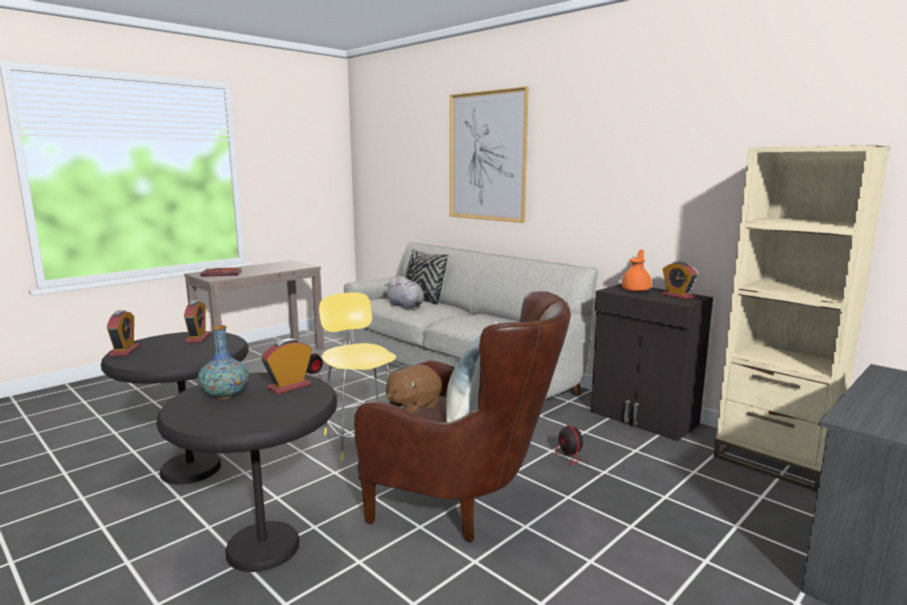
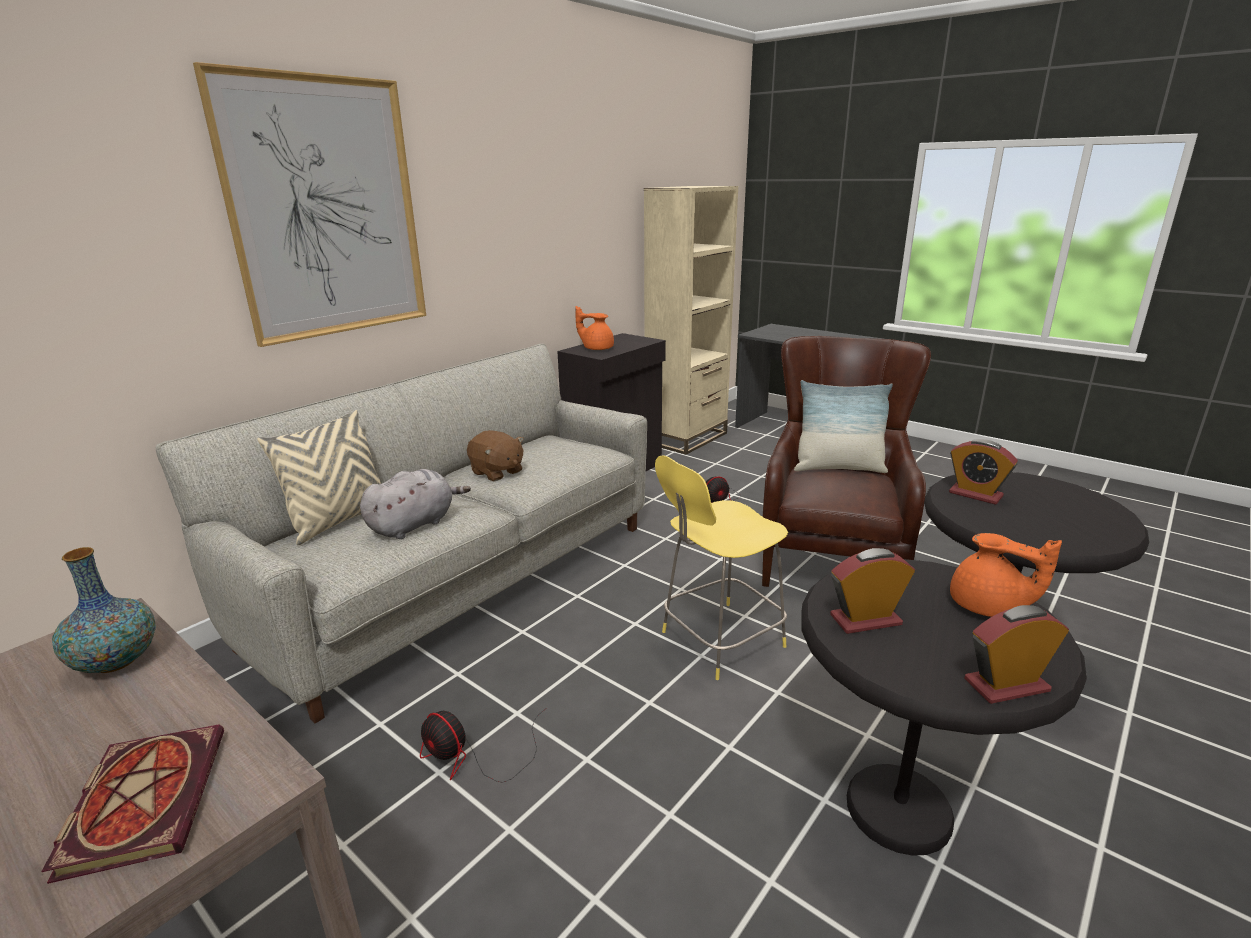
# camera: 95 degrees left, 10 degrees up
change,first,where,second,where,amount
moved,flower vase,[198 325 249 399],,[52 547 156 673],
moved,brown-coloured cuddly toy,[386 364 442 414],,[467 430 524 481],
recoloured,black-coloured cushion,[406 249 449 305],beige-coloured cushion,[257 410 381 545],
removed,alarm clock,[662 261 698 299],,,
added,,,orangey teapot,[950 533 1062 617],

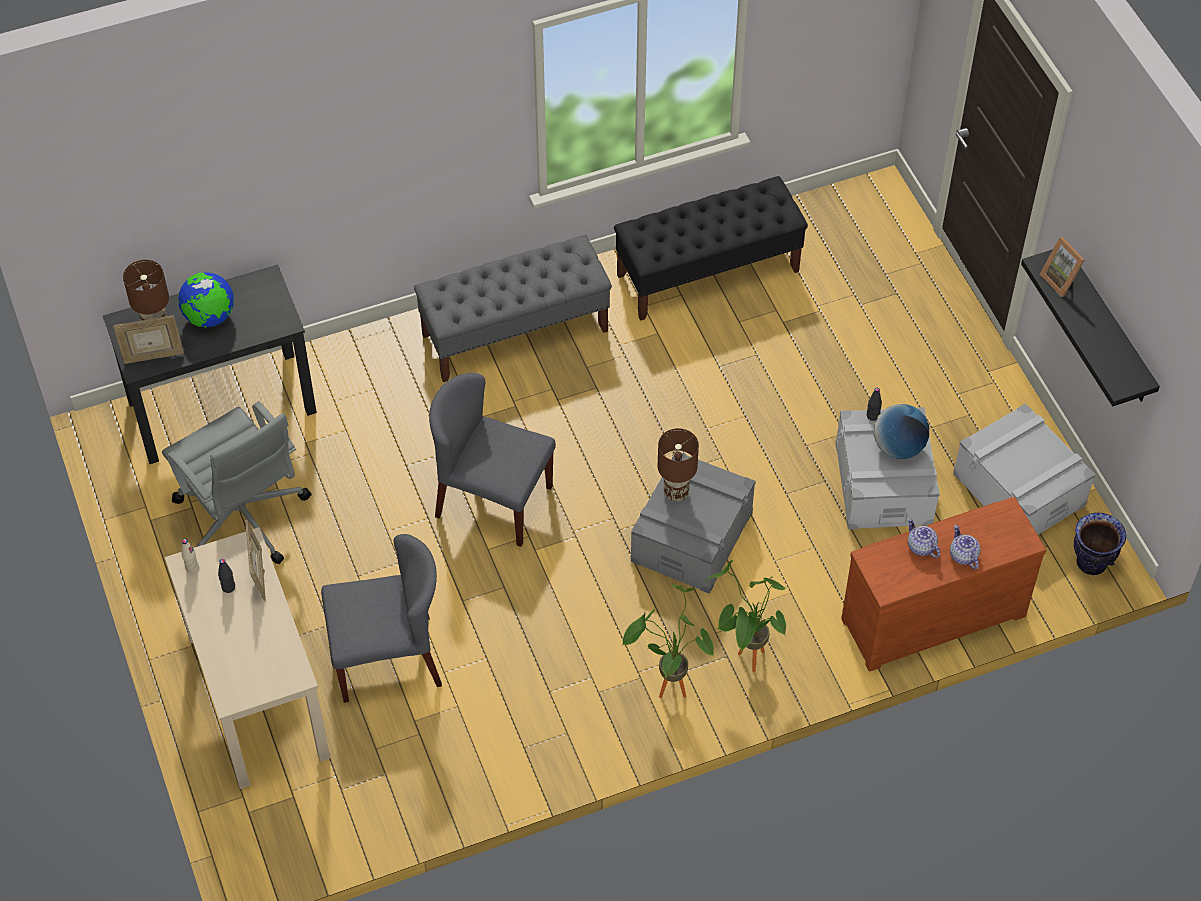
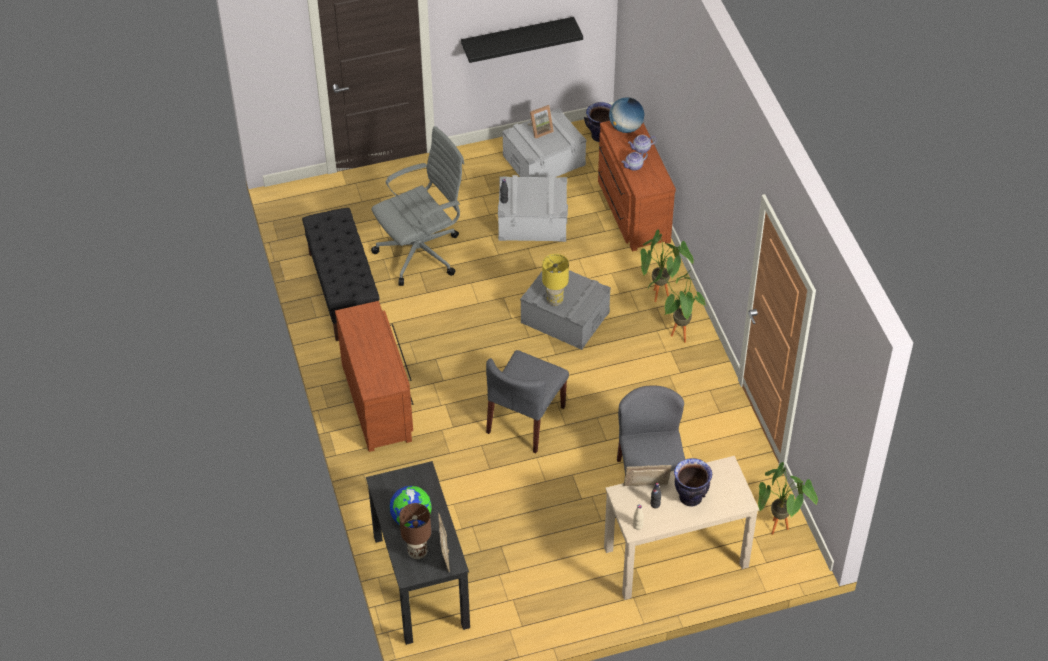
# camera: 85 degrees left, 5 degrees down
change,first,where,second,where,amount
moved,grey computer chair,[162 401 311 564],,[371 126 464 286],
replaced,grey bench,[414 235 612 382],brown-coloured dresser,[335 301 414 452],
recoloured,brown-coloured table lamp,[658 428 699 502],yellow table lamp,[542 254 569 306],
moved,world globe,[874 404 929 459],,[609 97 644 133],
moved,picture frame,[1040 237 1085 297],,[528 105 554 139],
added,,,flower vase,[674 458 712 506],
added,,,plant in a pot,[758 462 818 535],

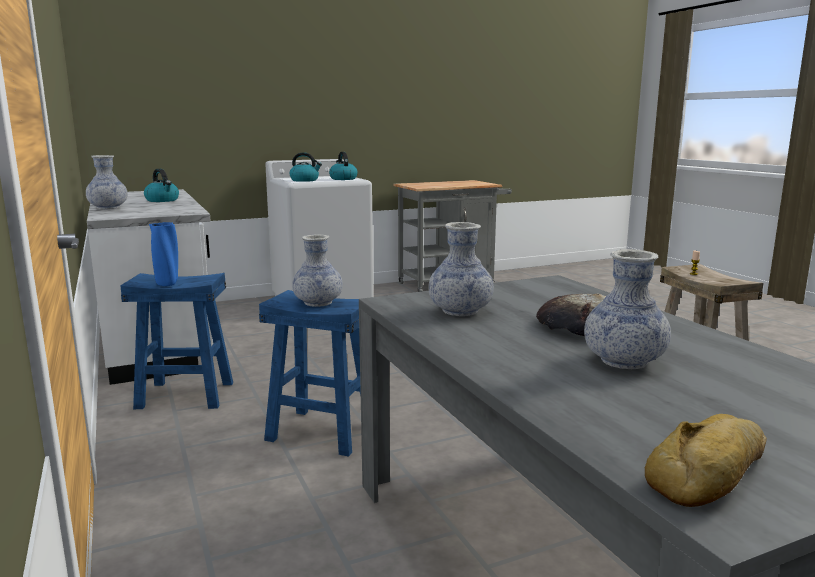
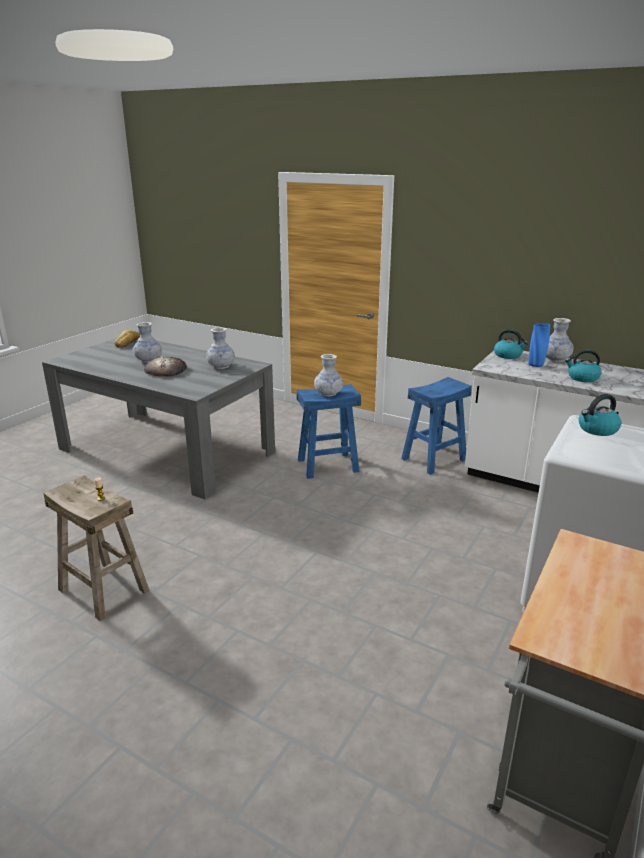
# camera: 145 degrees right, 10 degrees up
change,first,where,second,where,amount
moved,blue flower vase,[149 222 178 286],,[528 323 550 367],
moved,water kettle,[329 152 358 180],,[494 329 528 359],

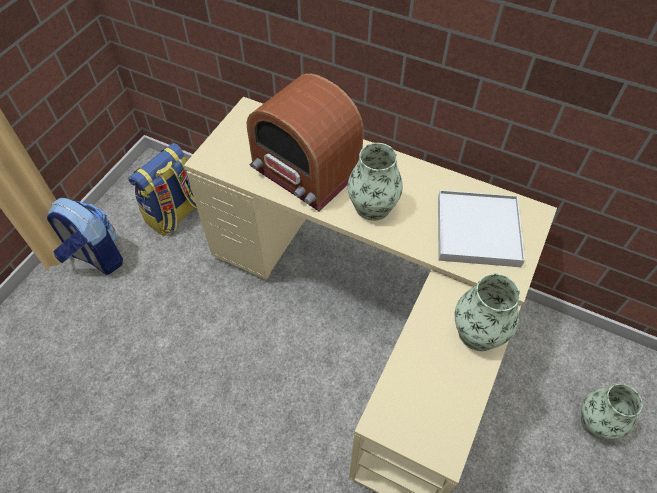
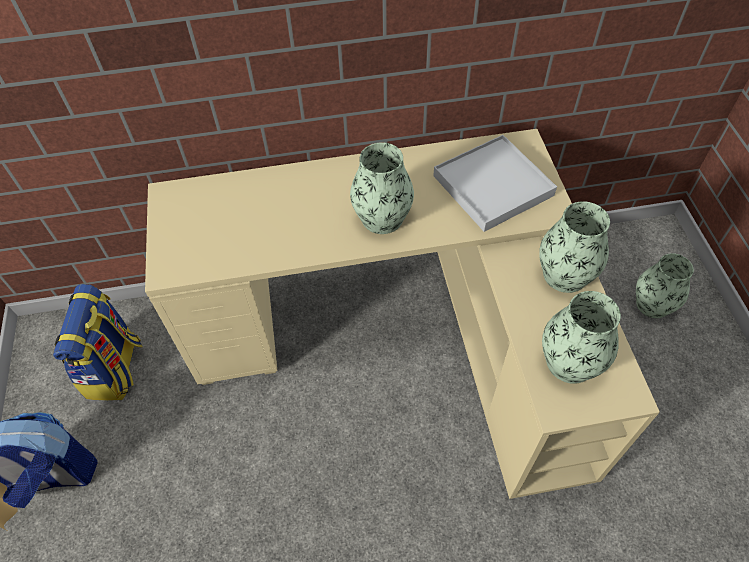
# camera: 35 degrees left, 0 degrees up
change,first,where,second,where,amount
removed,radio receiver,[247 74 364 211],,,
added,,,flower vase,[542 291 621 384],

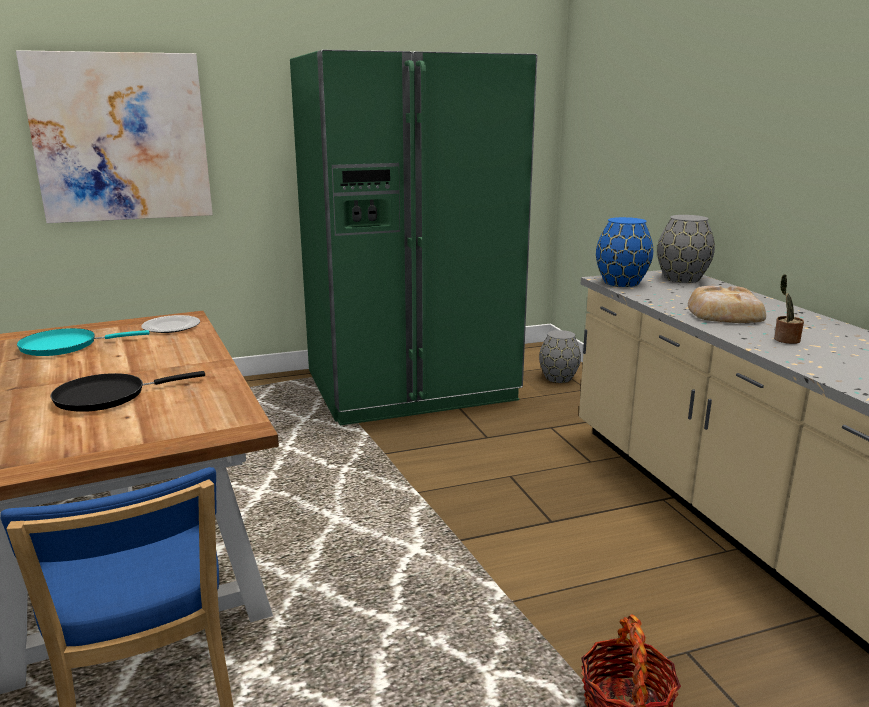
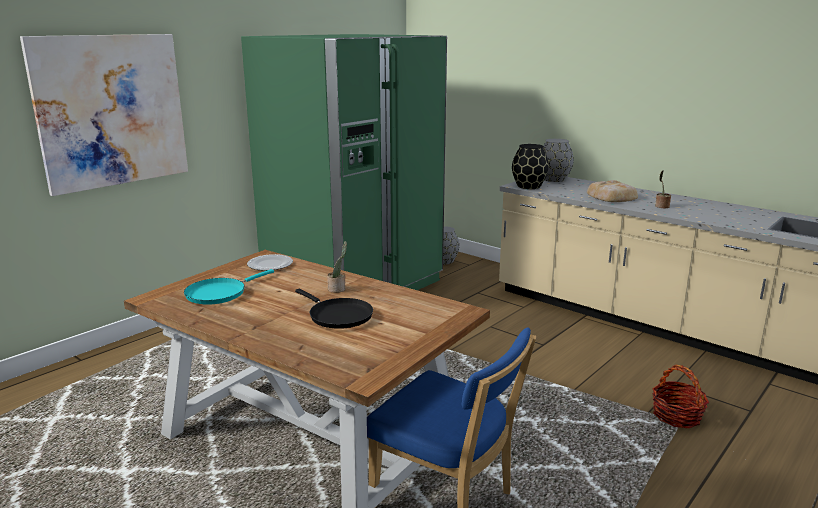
# camera: 30 degrees left, 0 degrees up
change,first,where,second,where,amount
turned,black-coloured pan,[50 371 205 412],,[295 289 373 329],75 degrees counterclockwise
recoloured,blue flower vase,[596 217 653 287],black-coloured flower vase,[512 144 549 189],
added,,,plant in a pot,[327 241 347 293],

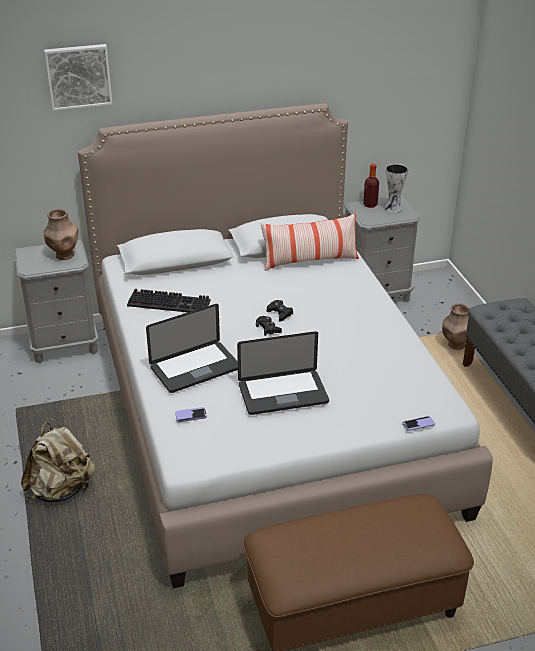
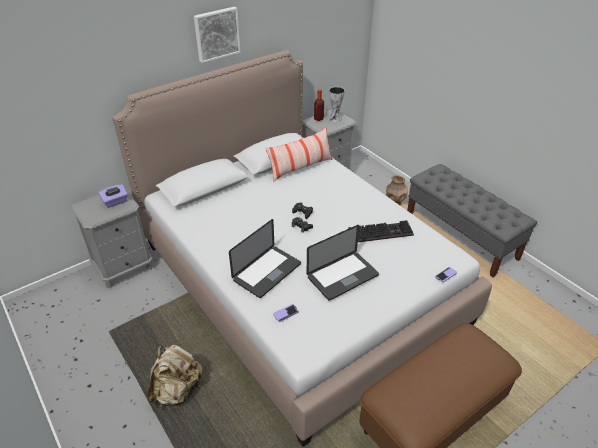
# camera: 20 degrees left, 5 degrees up
change,first,where,second,where,amount
moved,wall art,[44 44 113 111],,[194 7 240 63],
replaced,brown-coloured flower vase,[44 209 78 260],purple box of tissues,[98 184 128 208],
moved,PC keyboard,[127 289 210 312],,[348 220 414 242],

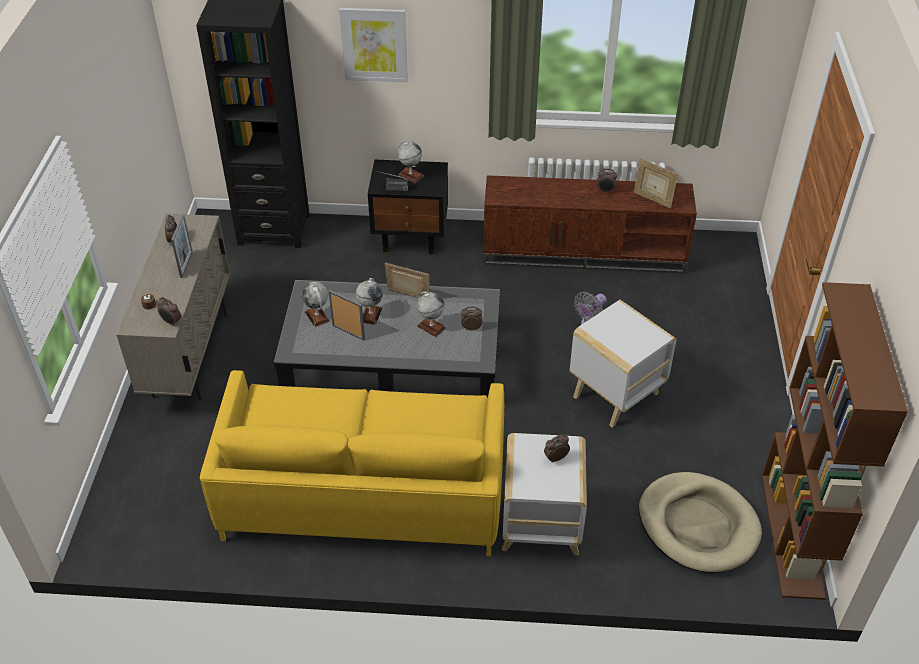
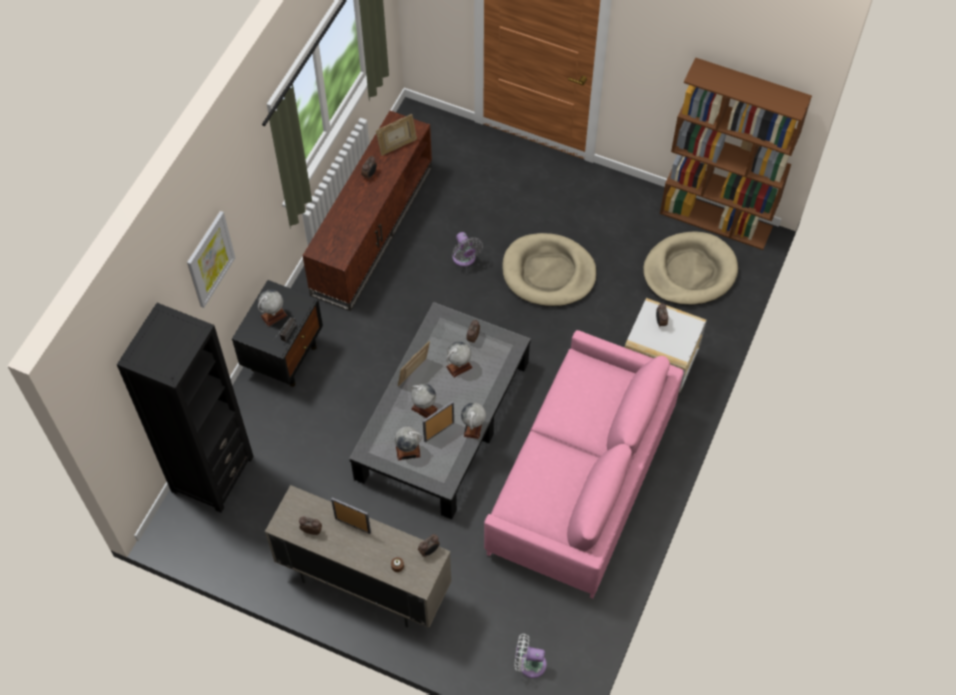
# camera: 70 degrees left, 15 degrees up
change,first,where,second,where,amount
recoloured,yellow couch,[200 370 504 556],pinkish couch,[484 330 684 599],
replaced,white-coloured end table,[570 300 677 428],beige-coloured dog bed,[502 233 597 307],
added,,,world globe,[461 403 486 439],
added,,,white-coloured fan,[514 634 547 678],

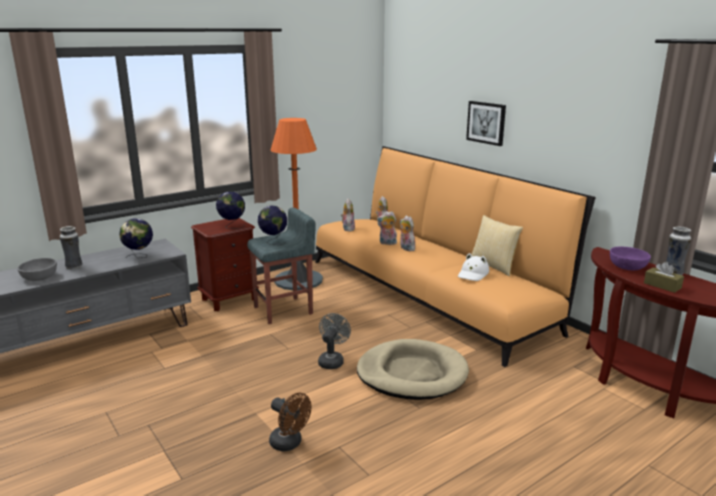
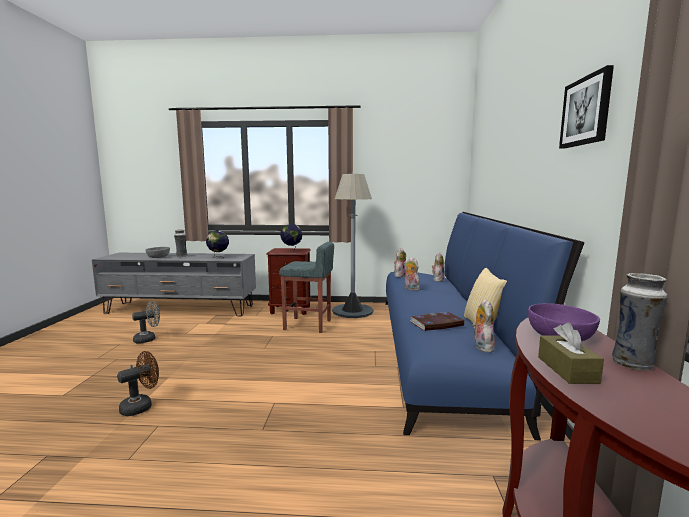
# camera: 40 degrees right, 10 degrees down
change,first,where,second,where,amount
removed,world globe,[258 206 287 245],,,
turned,brown-coloured fan,[269 393 311 452],,[117 351 159 416],120 degrees counterclockwise
recoloured,orangey floor lamp,[270 118 323 290],grey floor lamp,[332 174 373 318],
recoloured,orangey couch,[315 146 596 367],blue couch,[385 212 584 440],
moved,grey fan,[318 313 351 369],,[132 301 160 343],
removed,beige-coloured dog bed,[357 339 469 400],,,
moved,cuddly toy,[400 215 417 251],,[472 299 495 353],
replaced,white-coloured wearable hat,[458 253 489 281],volume,[410 312 464 331],
moved,wall art,[466 101 506 146],,[559 65 614 149],

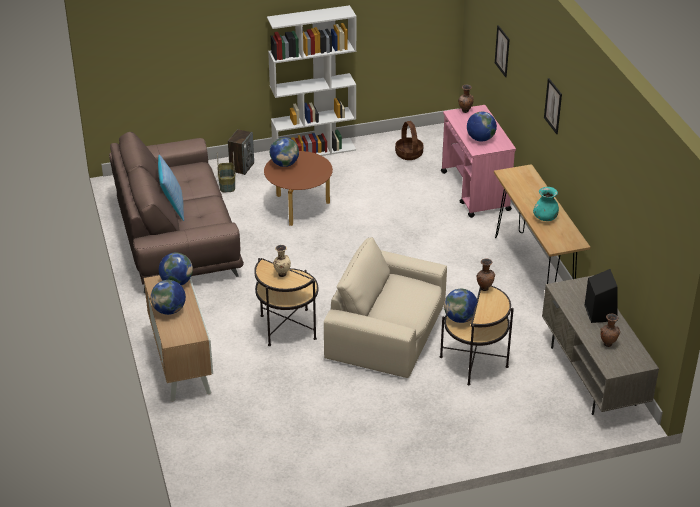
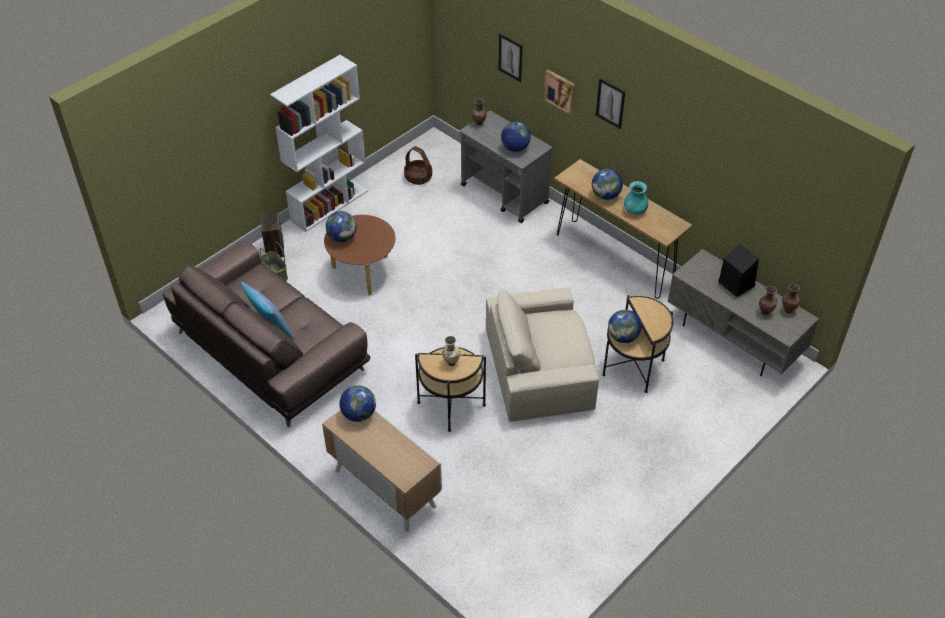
# camera: 30 degrees left, 10 degrees up
change,first,where,second,where,amount
moved,world globe,[151 280 186 315],,[592 169 623 200],
recoloured,pinkish wheeled cart,[441 105 516 218],grey wheeled cart,[460 111 552 223],
moved,brown-coloured flower vase,[477 258 495 291],,[782 284 801 313],
added,,,wall art,[544 69 575 115],

